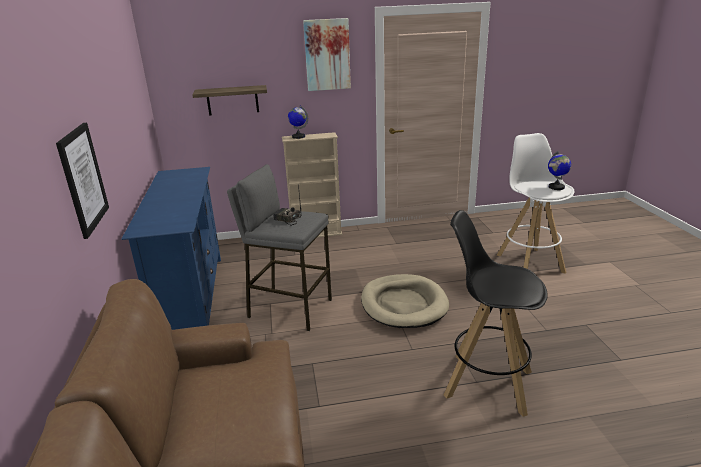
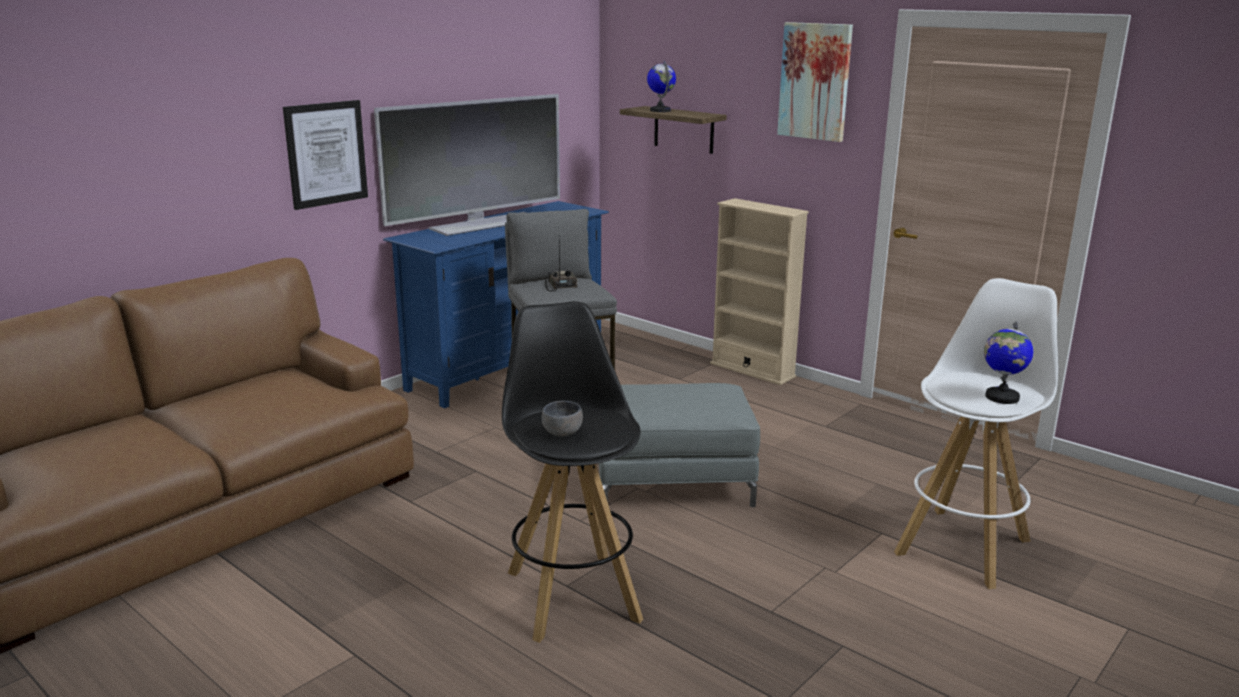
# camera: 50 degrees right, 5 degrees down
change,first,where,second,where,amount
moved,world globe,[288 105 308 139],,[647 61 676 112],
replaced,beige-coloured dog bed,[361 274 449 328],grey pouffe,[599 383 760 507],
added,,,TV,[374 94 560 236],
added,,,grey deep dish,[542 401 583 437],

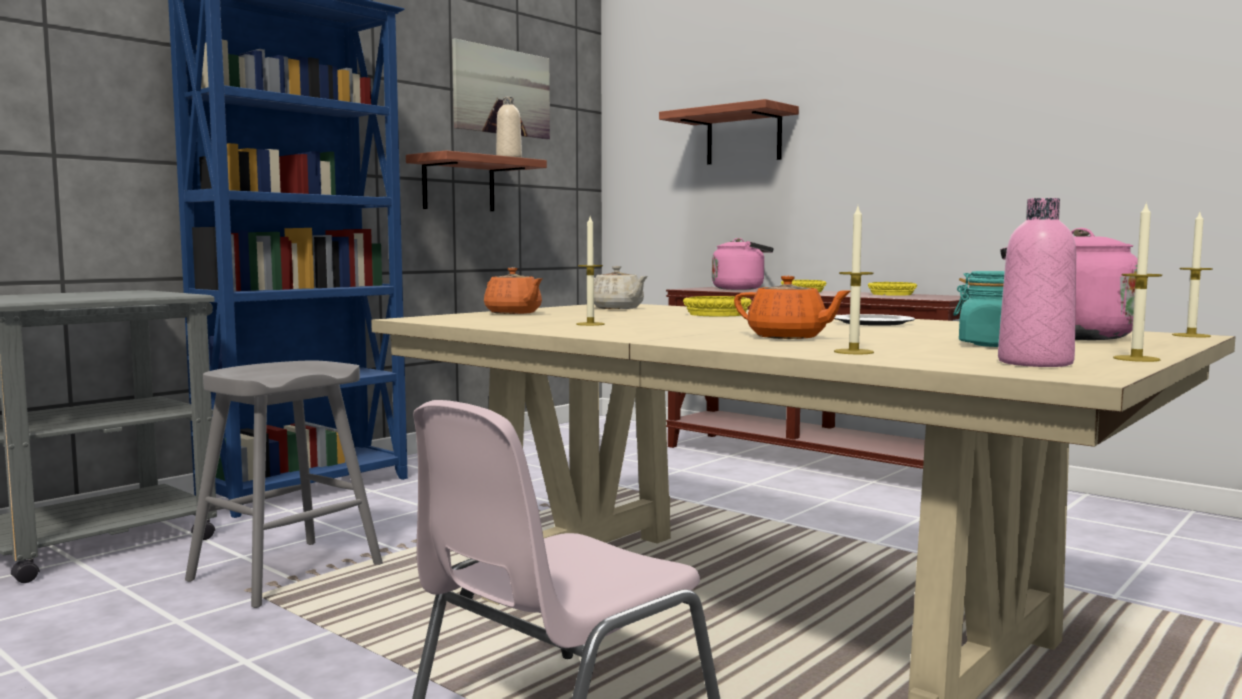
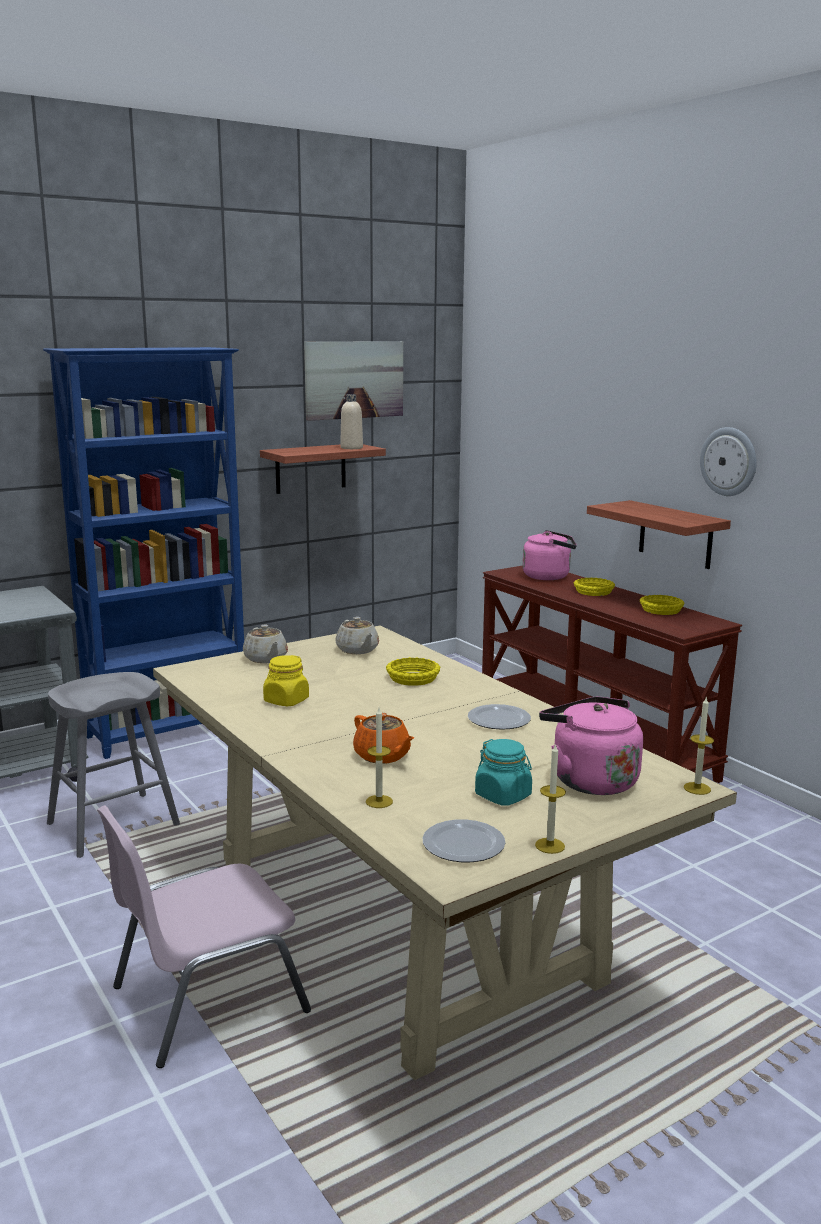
# camera: 15 degrees right, 10 degrees up
change,first,where,second,where,amount
recoloured,orangey teapot,[484 267 542 314],beige-coloured teapot,[243 625 288 663],
replaced,wax candle,[576 216 605 326],yellow preserve jar,[263 655 309 706],
moved,bracket shelf,[659 99 799 165],,[587 500 731 569],
replaced,pinkish beverage bottle,[998 198 1076 367],plate,[422 819 506 862],
added,,,wall clock,[700 427 757 496],

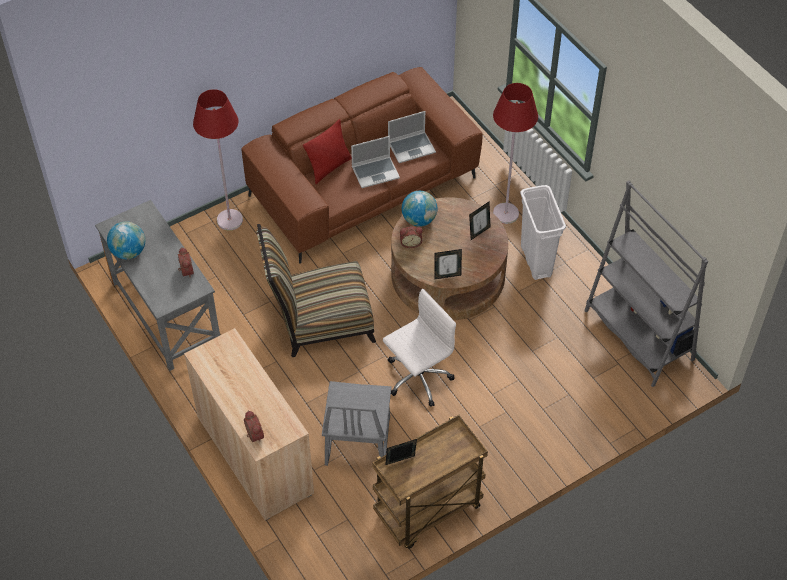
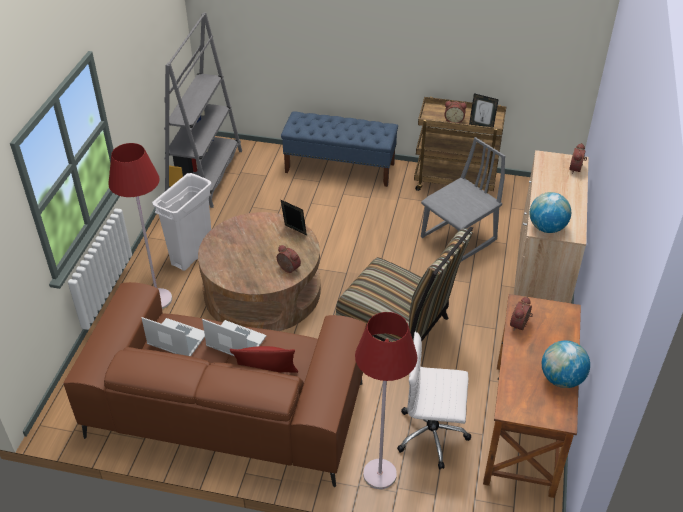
# camera: 135 degrees left, 10 degrees down
change,first,where,second,where,amount
recoloured,grey desk table,[95 200 220 371],brown-coloured desk table,[483 294 581 498],
moved,white-coloured computer chair,[383 289 456 407],,[397 332 471 469],
moved,world globe,[402 191 438 227],,[529 192 571 233],
removed,picture frame,[469 202 490 240],,,
added,,,blue bench,[281 111 398 187],
added,,,alarm clock,[445 101 467 123],

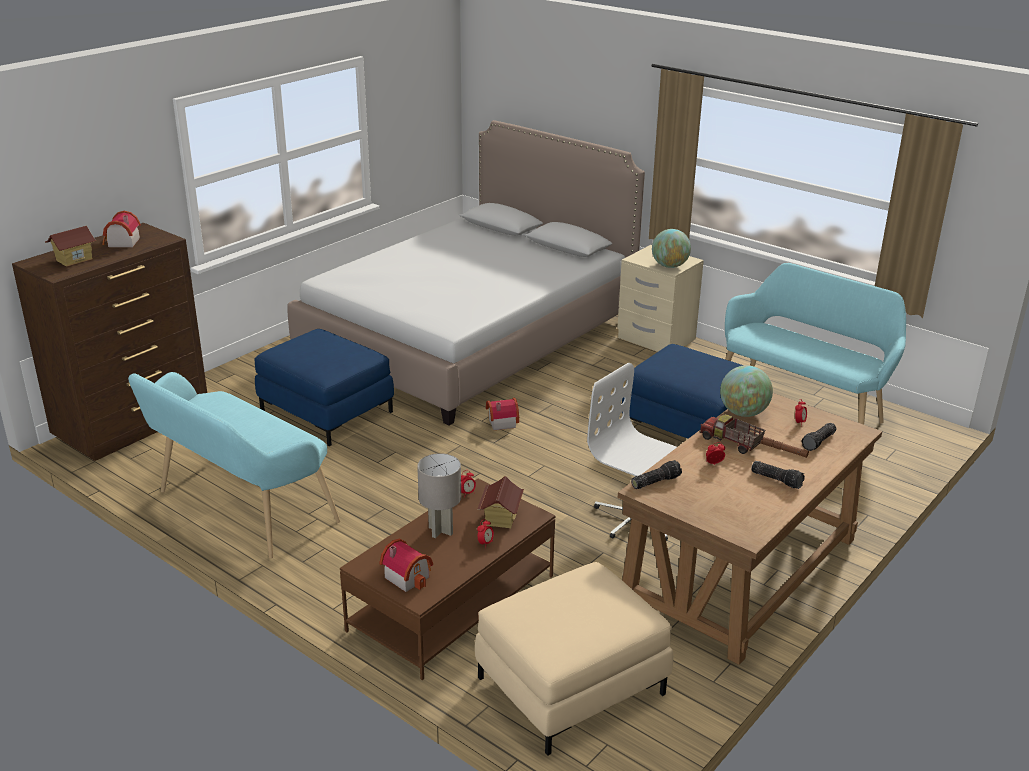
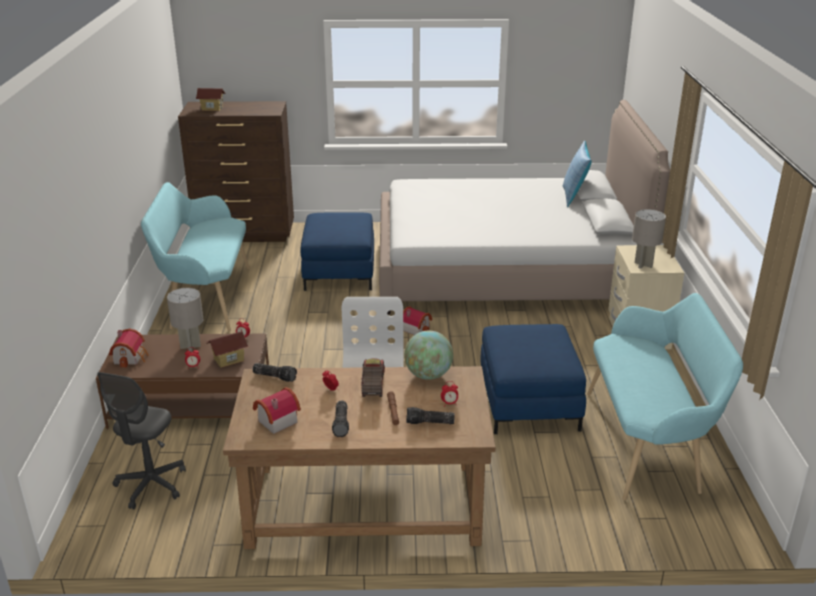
# camera: 50 degrees right, 0 degrees up
change,first,where,second,where,amount
moved,model house,[103 211 141 247],,[253 387 301 434],
replaced,beige-coloured pouffe,[475 562 673 756],grey computer chair,[97 372 186 510],
replaced,world globe,[652 229 691 268],grey table lamp,[632 209 666 269],
added,,,cushion,[563 141 592 207],

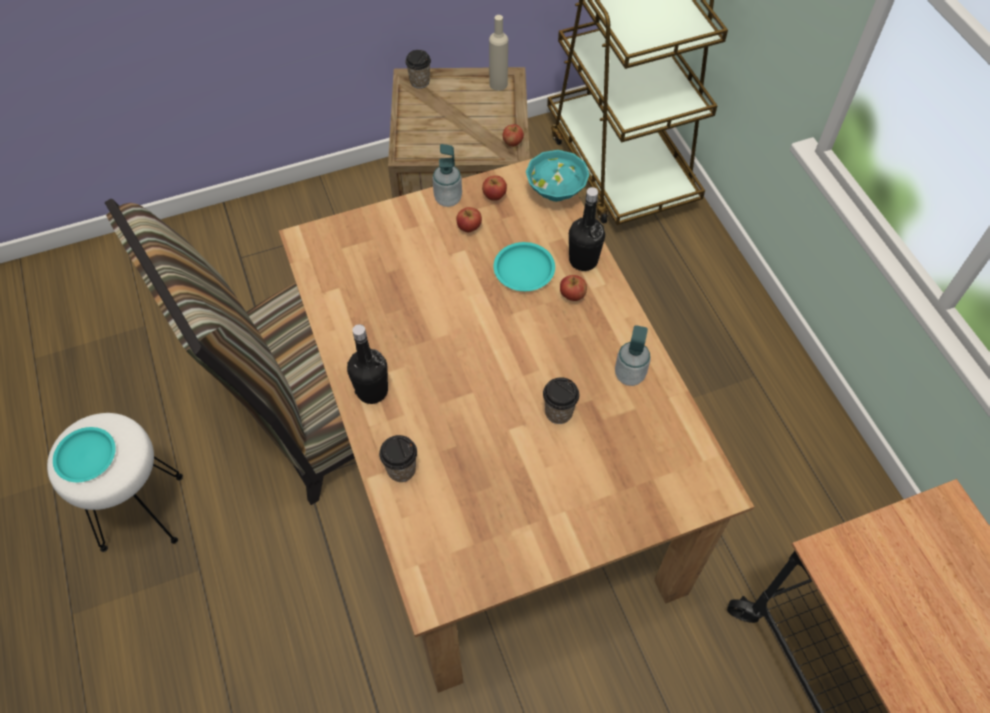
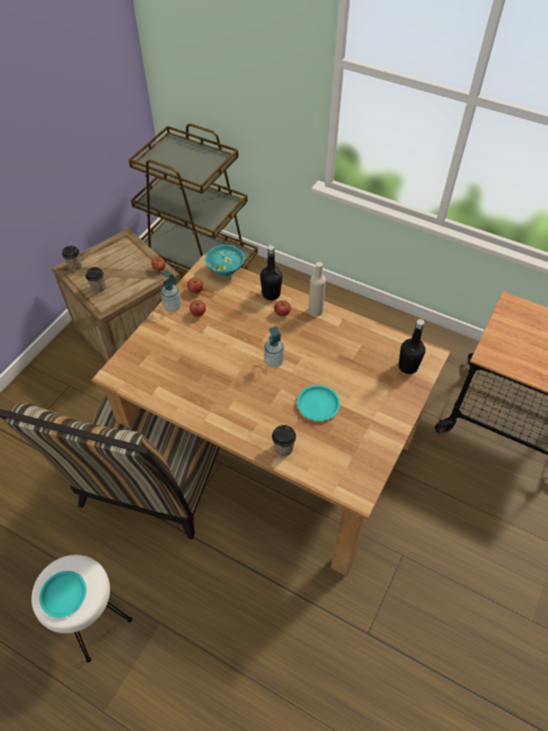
# camera: 40 degrees left, 5 degrees down
change,first,where,second,where,amount
moved,black-coloured beverage bottle,[347 324 388 404],,[399 319 426 374],
moved,beige-coloured beverage bottle,[489 15 508 91],,[308 262 326 317],
moved,turquoise plate,[493 242 555 291],,[297 385 340 421],
moved,drinking cup,[543 377 579 424],,[86 267 105 293],
moved,soap bottle,[615 325 651 386],,[264 326 284 368],

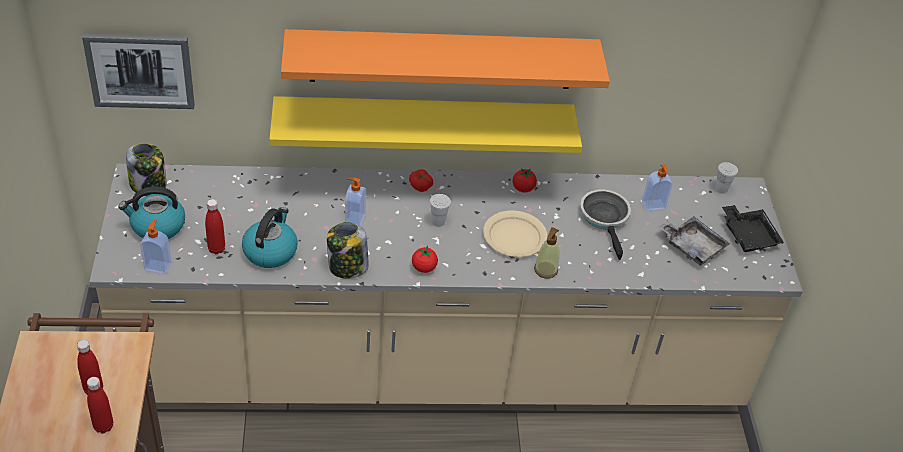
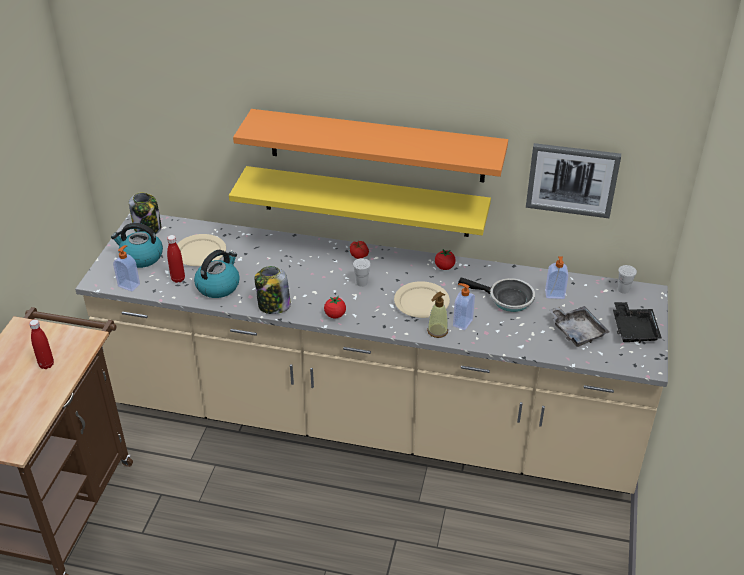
# camera: 20 degrees right, 5 degrees down
change,first,where,second,where,amount
moved,wall art,[82 33 195 109],,[526 143 621 218],
removed,red beverage bottle,[87 377 113 434],,,
moved,soap bottle,[345 177 366 226],,[453 283 475 330],
turned,pan,[580 189 631 260],,[458 277 535 312],105 degrees clockwise
added,,,beige-coloured plate,[177 234 226 266],

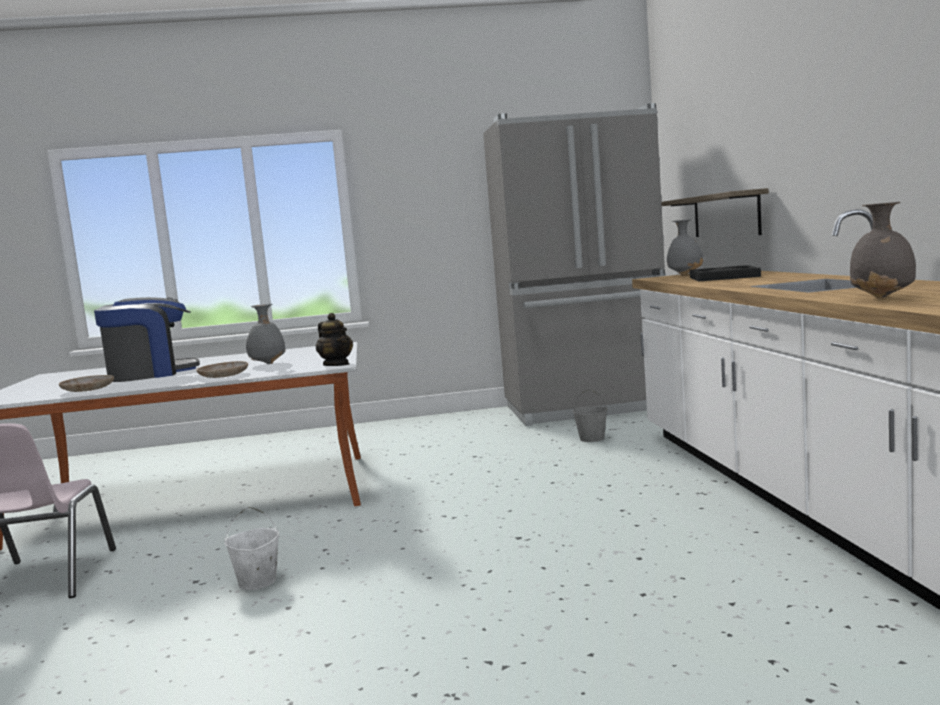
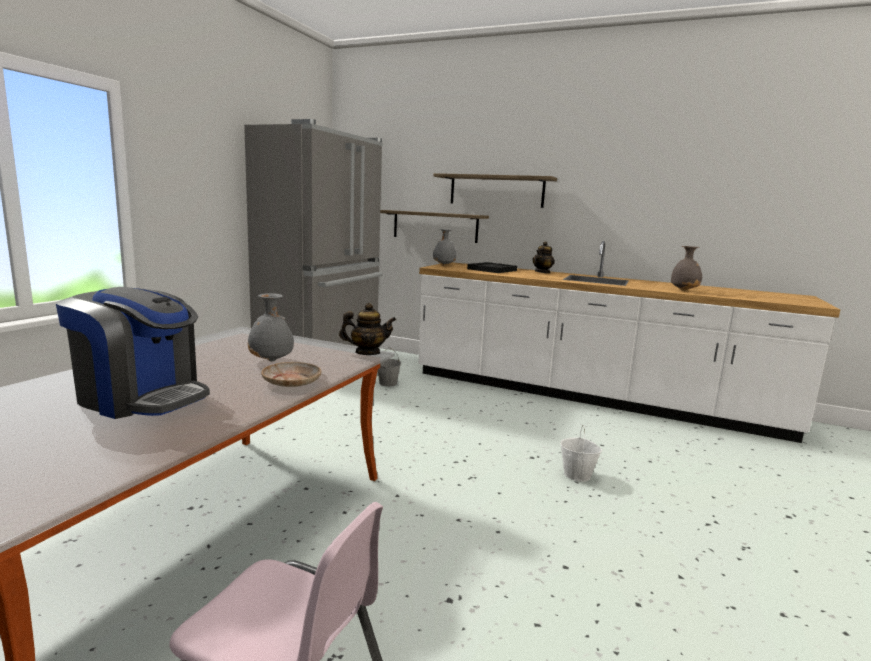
# camera: 60 degrees left, 5 degrees up
change,first,where,second,where,amount
removed,beige-coloured plate,[59 375 114 392],,,
turned,coffee maker,[94 297 200 382],,[56 287 210 419],105 degrees clockwise
moved,white-coloured bucket,[224 507 279 590],,[560 424 602 482],
added,,,bracket shelf,[434 173 557 208],
added,,,teapot,[533 241 555 273],

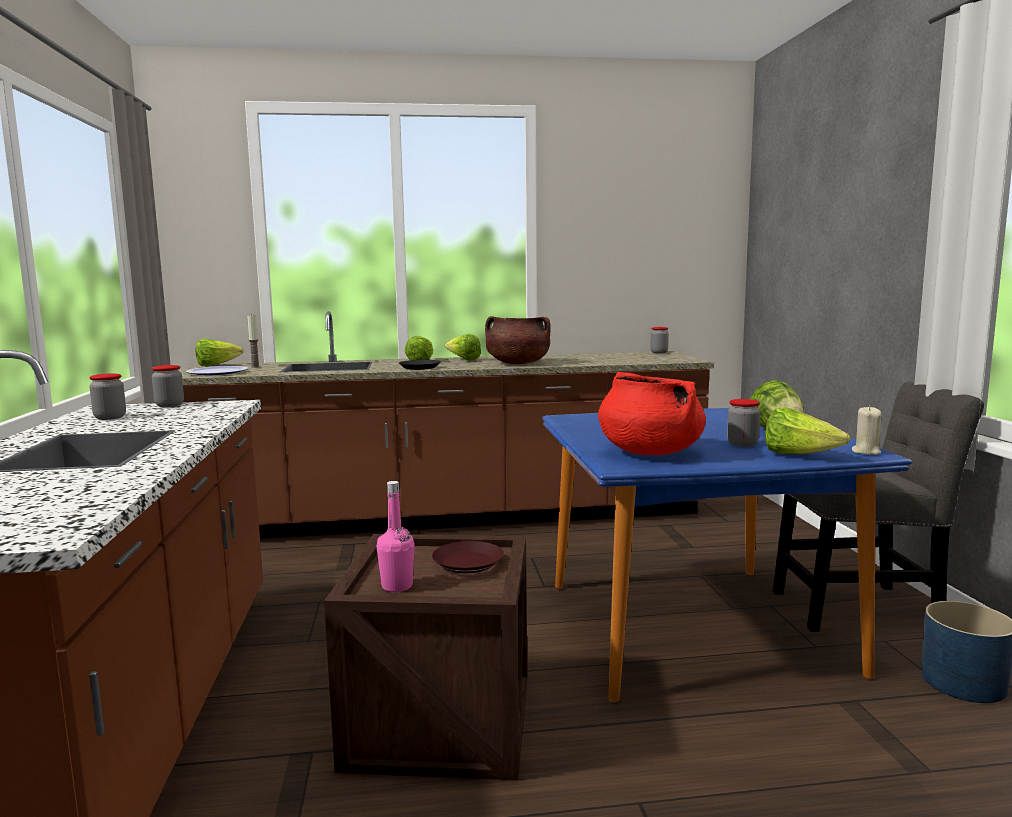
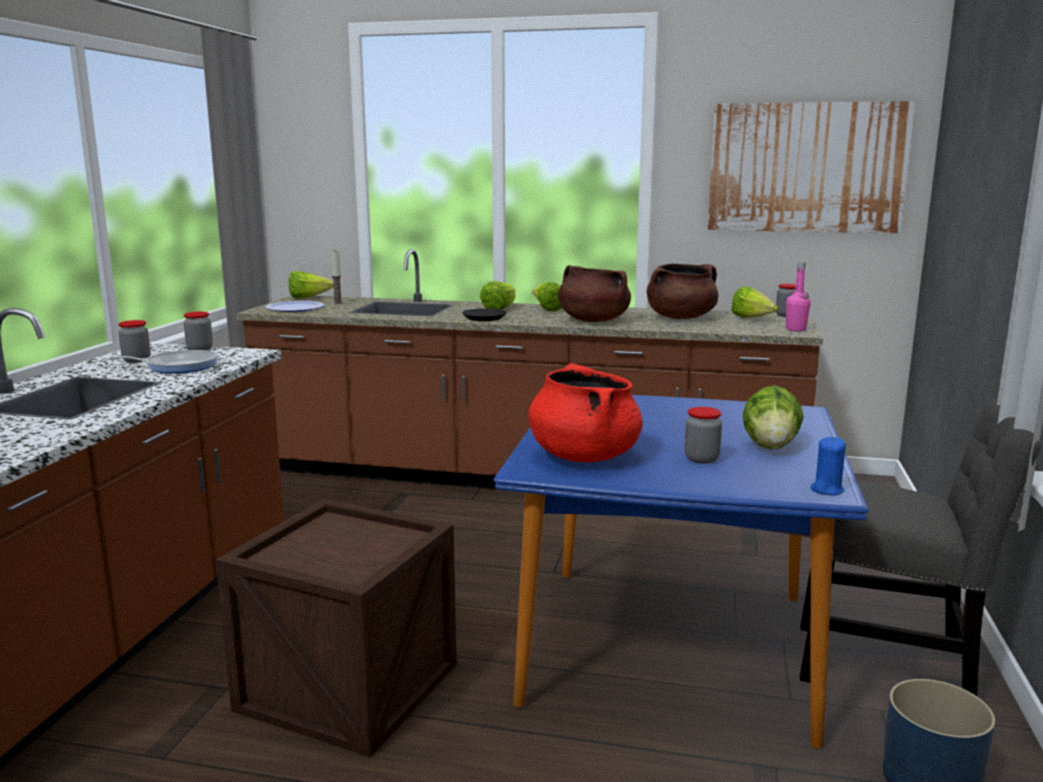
# camera: 20 degrees right, 5 degrees up
change,first,where,second,where,amount
moved,pinkish beverage bottle,[376 481 415 592],,[786 262 811 331],
removed,brown-coloured plate,[432 541 504 573],,,
moved,head of lettuce,[765 407 850 454],,[731 286 778 318],
recoloured,beige-coloured wax candle,[852 406 882 455],blue wax candle,[811 437 846 496],
added,,,pan,[109 350 218 373],
added,,,brown-coloured stockpot,[647 263 718 319],
added,,,wall art,[708 101 916 233],

